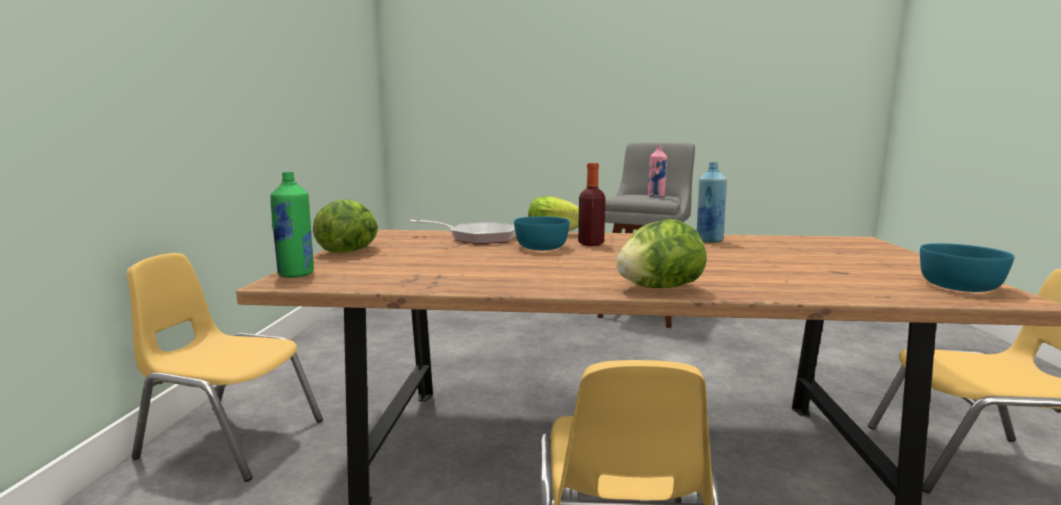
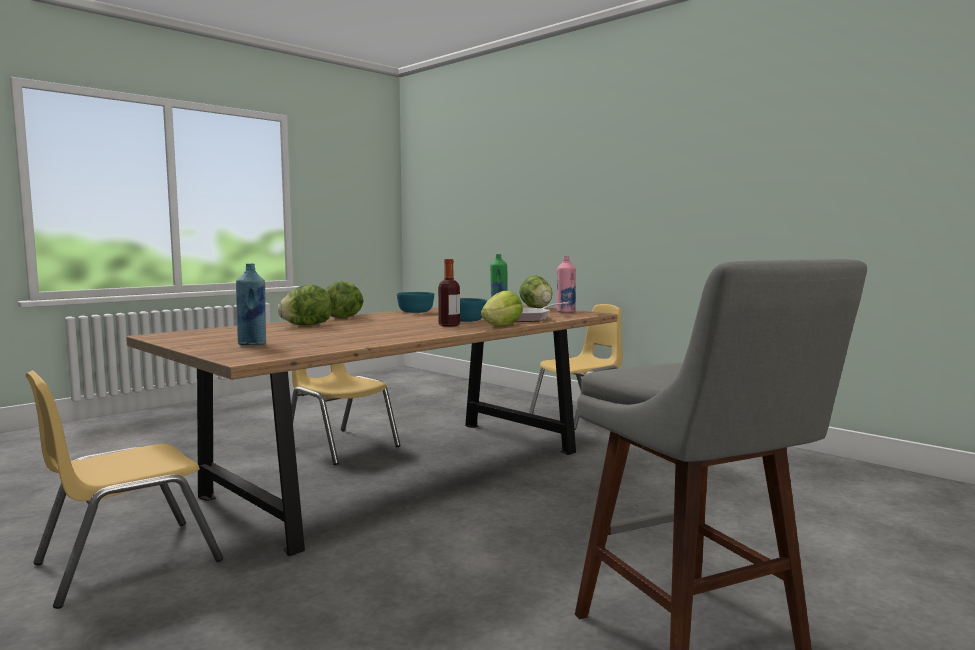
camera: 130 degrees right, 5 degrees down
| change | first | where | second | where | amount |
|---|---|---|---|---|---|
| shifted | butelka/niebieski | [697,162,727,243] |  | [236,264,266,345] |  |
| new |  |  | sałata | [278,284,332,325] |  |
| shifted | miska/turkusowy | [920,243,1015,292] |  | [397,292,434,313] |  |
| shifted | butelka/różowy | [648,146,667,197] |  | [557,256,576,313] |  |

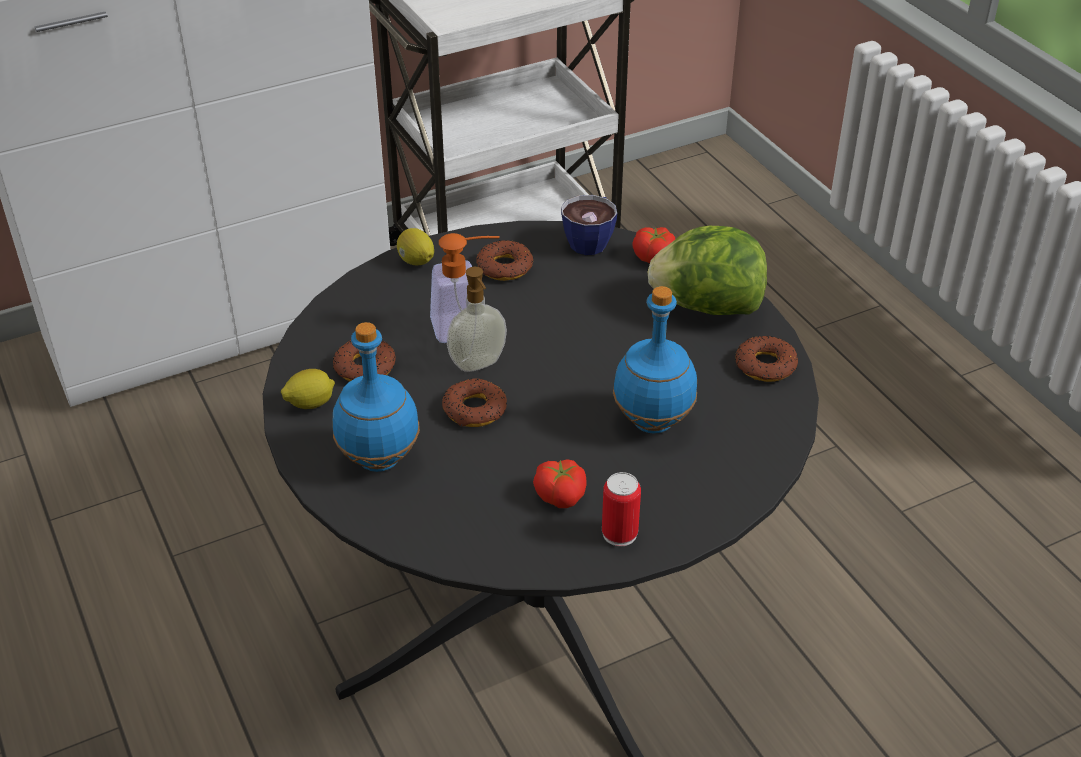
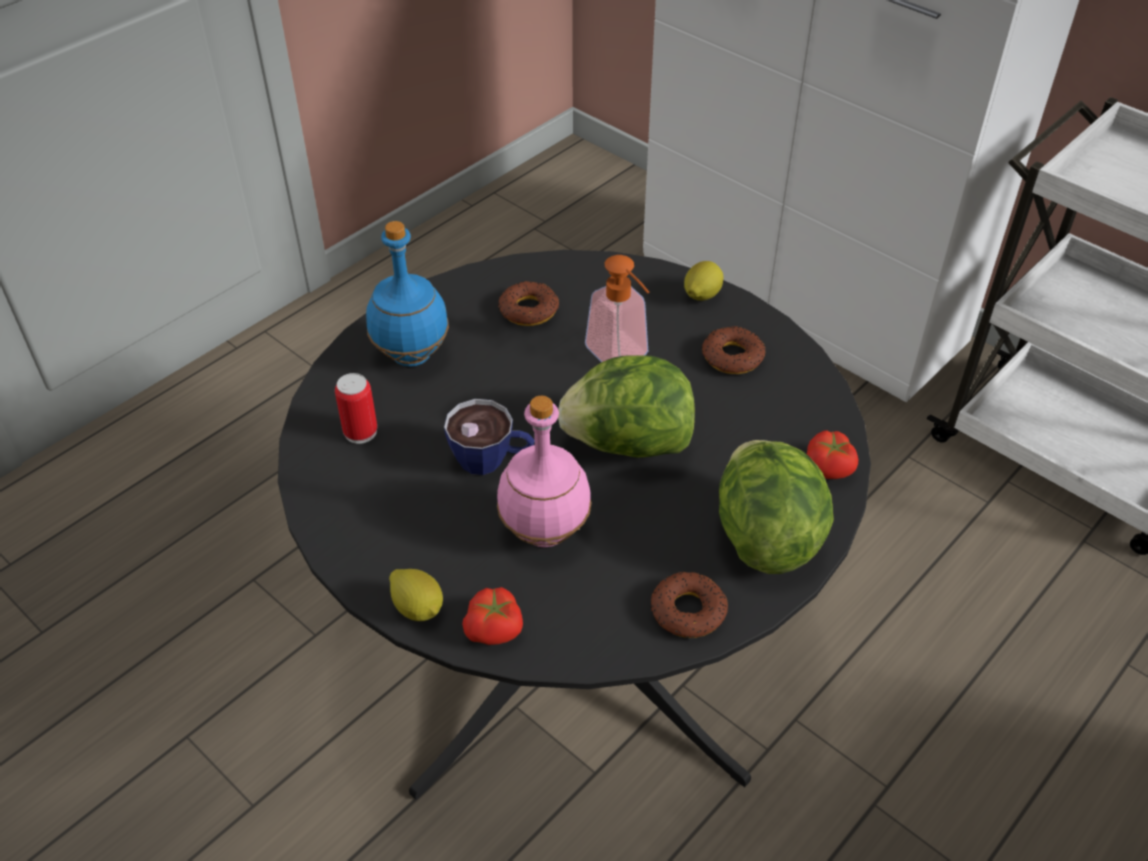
camera: 70 degrees right, 5 degrees up
| change | first | where | second | where | amount |
|---|---|---|---|---|---|
| shifted | puszka | [602,472,641,546] |  | [335,373,377,444] |  |
| shifted | cytryna | [281,369,335,409] |  | [389,569,443,621] |  |
| shifted | filiżanka | [561,195,617,255] |  | [444,399,535,475] |  |
| shifted | pomidor | [533,459,587,508] |  | [462,587,523,645] |  |
| repainted | butelka/niebieski | [613,286,697,434] | butelka/różowy | [497,396,591,548] |  |
| new |  |  | sałata | [558,355,695,458] |  |
| gone | donut | [442,378,507,427] |  |  |  |
| gone | dozownik mydła | [447,267,507,372] |  |  |  |

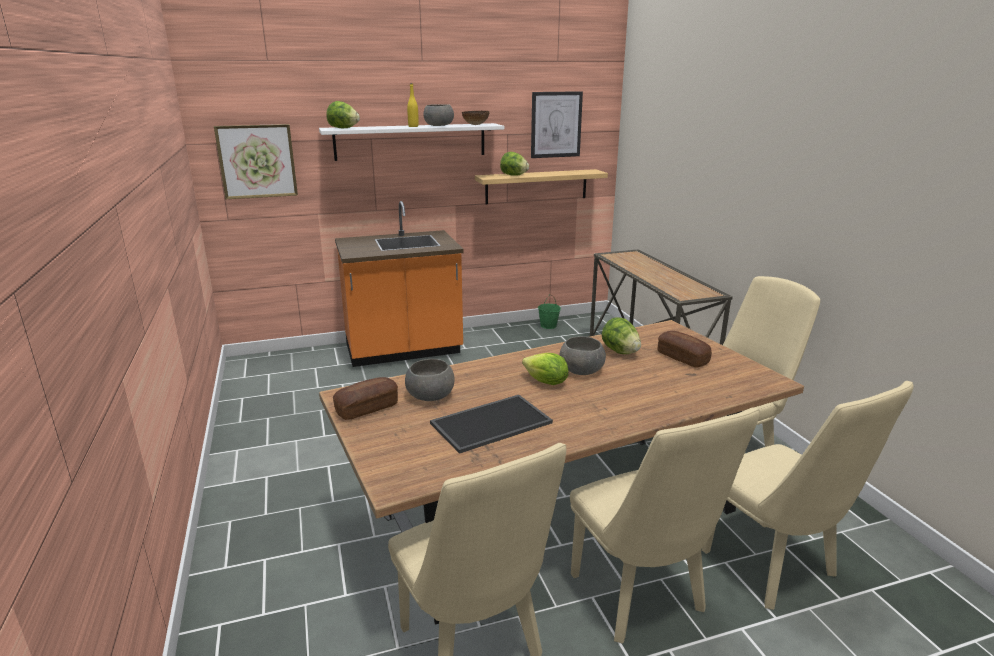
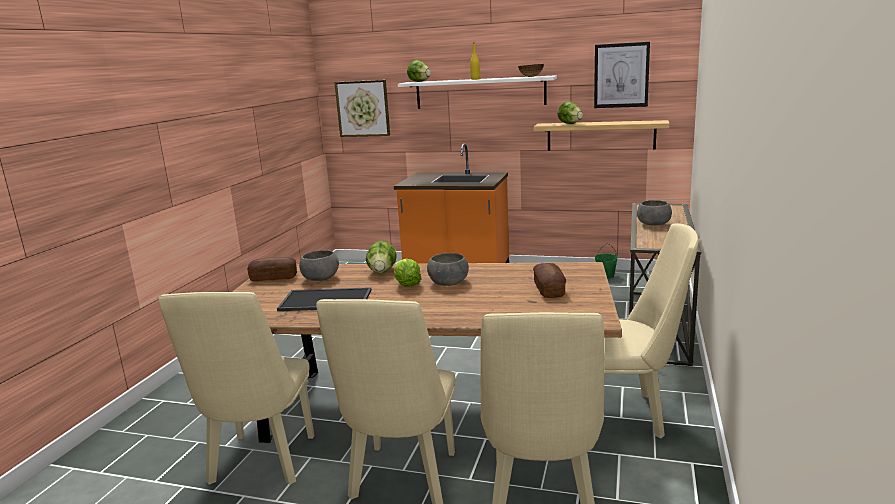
camera: 35 degrees right, 5 degrees down
| change | first | where | second | where | amount |
|---|---|---|---|---|---|
| shifted | sałata | [602,318,641,354] |  | [366,241,397,274] |  |
| shifted | miska/szary | [424,104,454,126] |  | [637,200,672,225] |  |

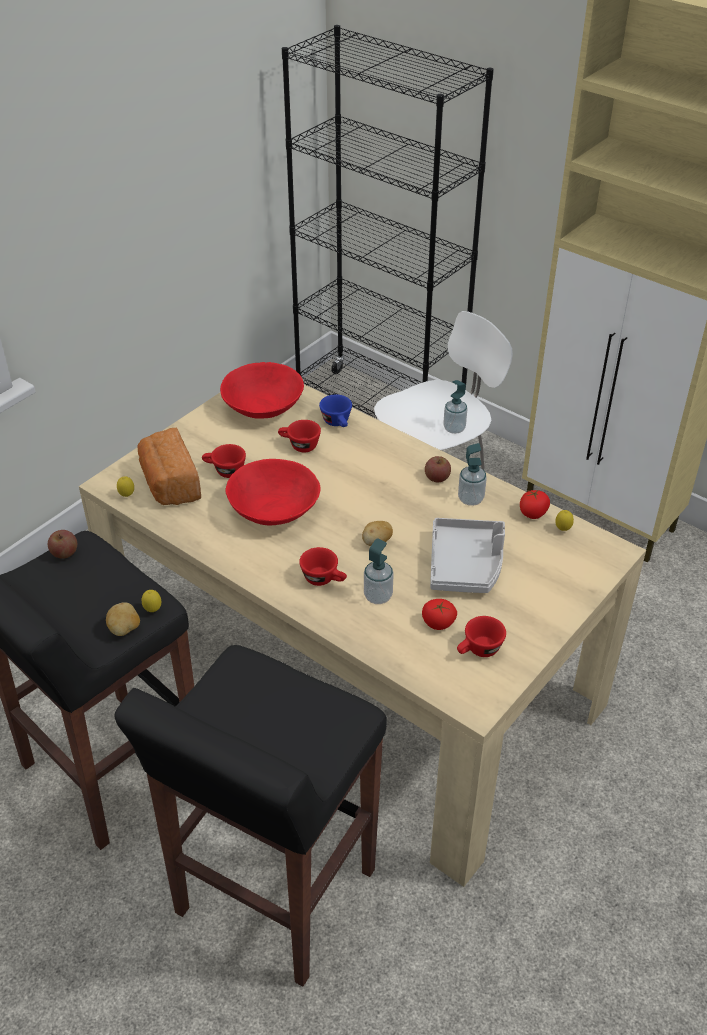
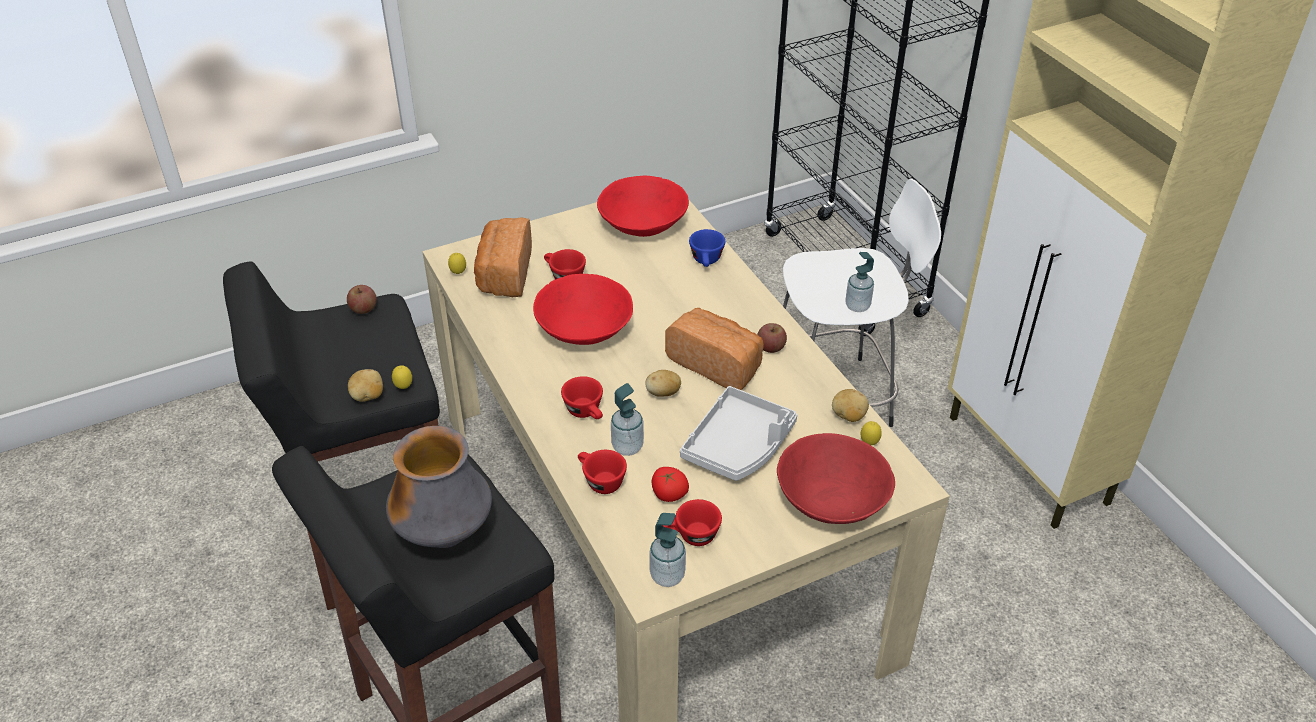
camera: 25 degrees right, 0 degrees up
| change | first | where | second | where | amount |
|---|---|---|---|---|---|
| new |  |  | wazon | [386,426,492,548] |  |
| shifted | filiżanka/czerwony | [278,420,321,452] |  | [578,450,627,494] |  |
| shifted | dozownik mydła | [458,443,487,506] |  | [649,513,686,587] |  |
| new |  |  | chleb | [665,308,764,390] |  |
| new |  |  | miska/czerwony | [777,433,895,524] |  |
| swapped | pomidor | [520,489,550,519] | ziemniak | [832,389,869,422] |  |

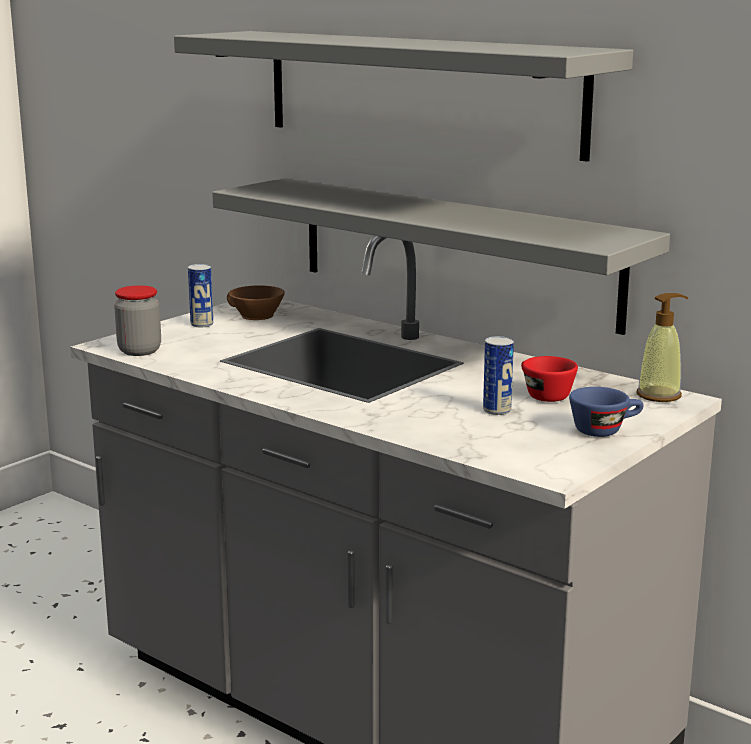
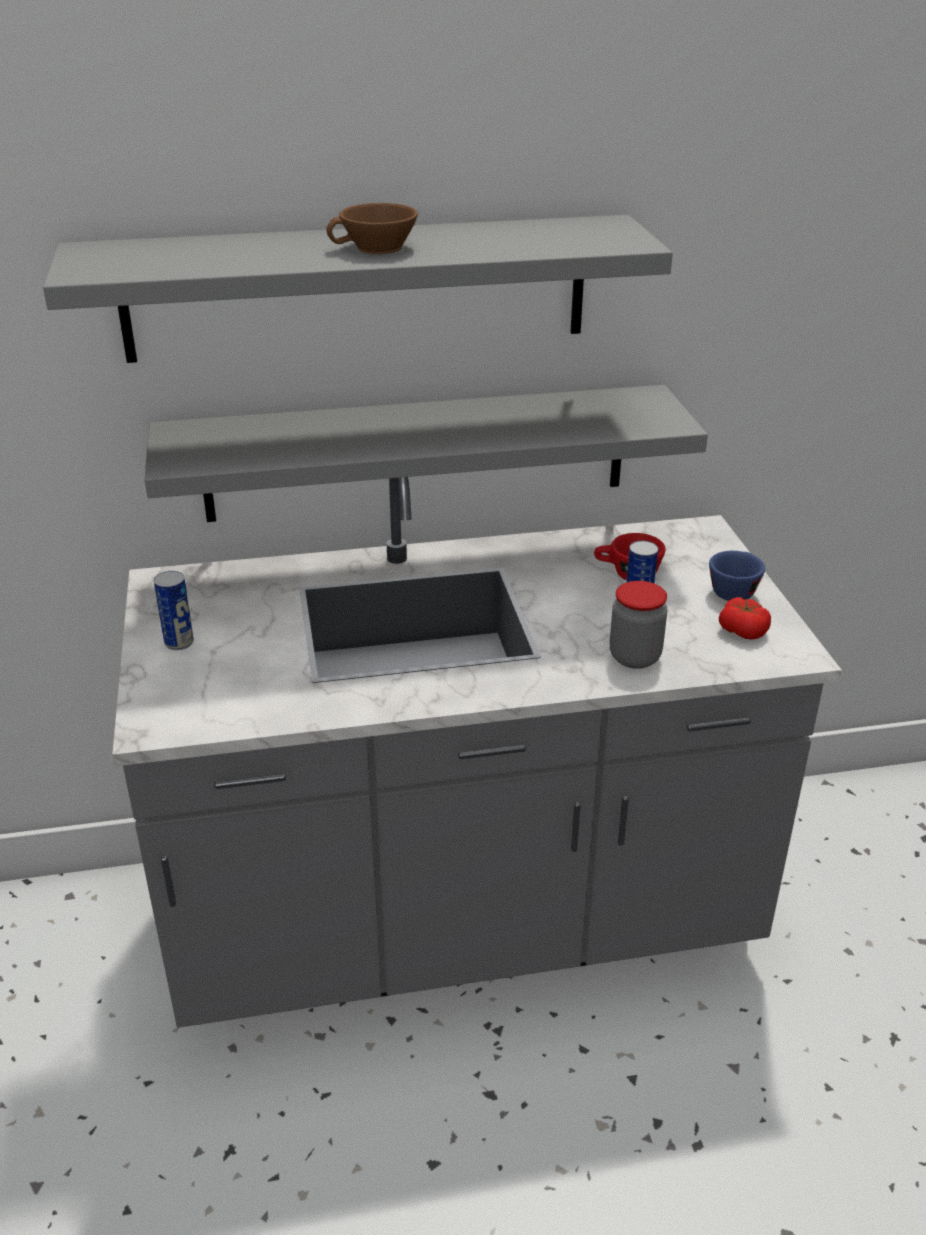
camera: 50 degrees left, 15 degrees up
| change | first | where | second | where | amount |
|---|---|---|---|---|---|
| shifted | filiżanka/brązowy | [227,285,285,320] |  | [326,203,418,254] |  |
| shifted | słoik | [114,285,161,356] |  | [610,581,667,669] |  |
| new |  |  | pomidor | [719,597,771,640] |  |
| gone | dozownik mydła | [637,293,688,402] |  |  |  |

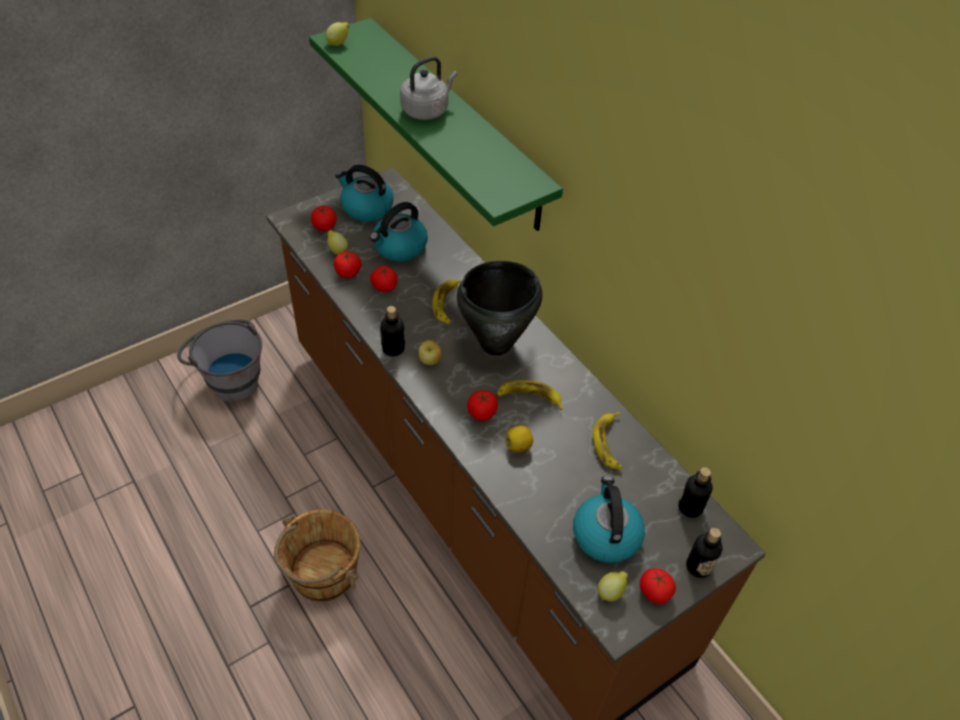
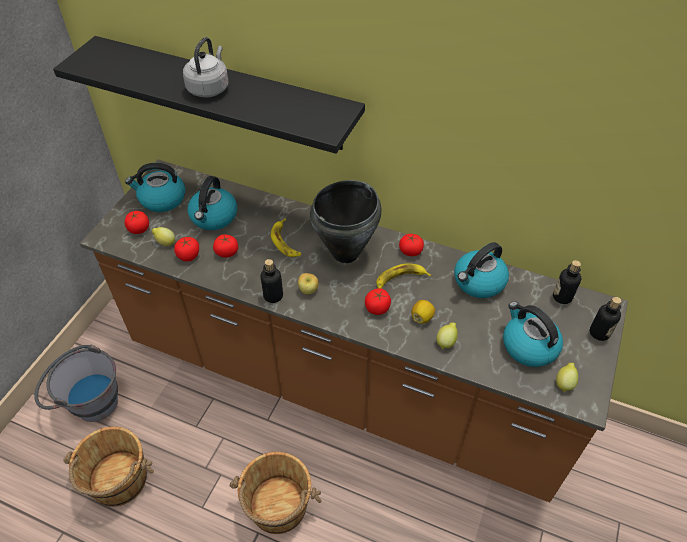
camera: 30 degrees left, 0 degrees up
| change | first | where | second | where | amount |
|---|---|---|---|---|---|
| repainted | półka/zielony | [309,18,563,231] | półka/czarny | [53,36,365,154] |  |
| new |  |  | wiadro/brązowy | [63,426,154,507] |  |
| shifted | pomidor | [640,568,676,604] |  | [399,234,424,256] |  |
| shifted | cytryna | [326,22,350,46] |  | [436,323,458,349] |  |
| swapped | banan | [593,412,622,470] | czajnik | [454,242,509,298] |  |

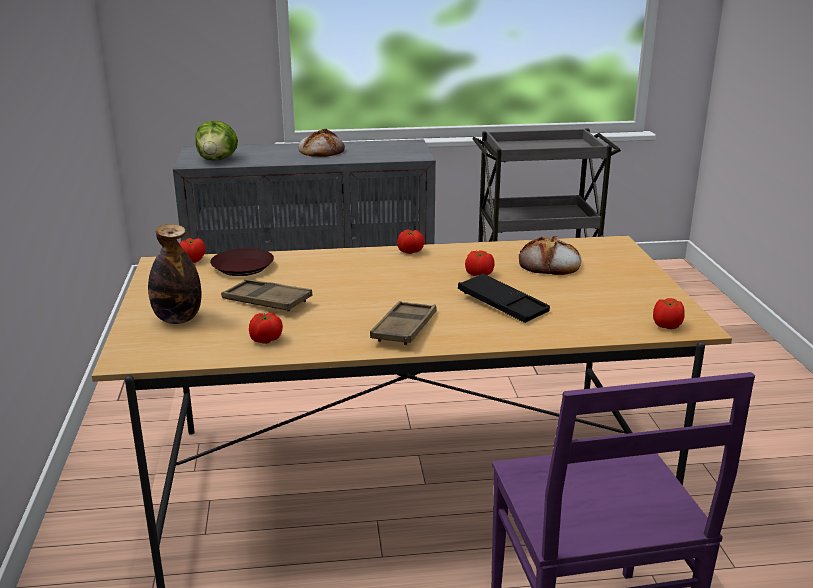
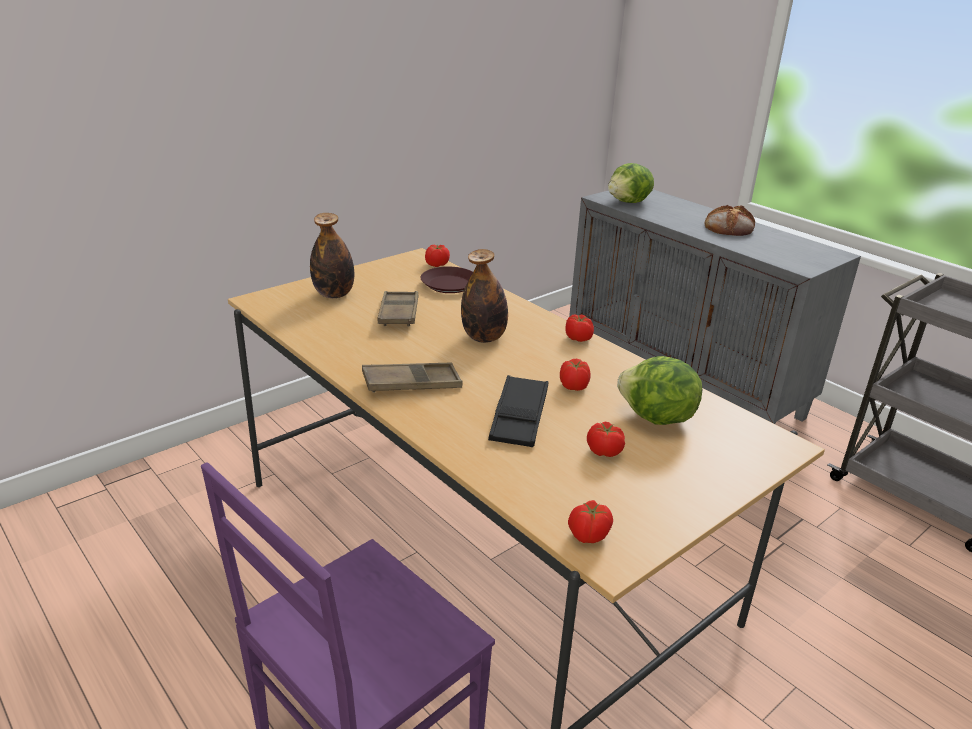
camera: 55 degrees right, 5 degrees up
| change | first | where | second | where | amount |
|---|---|---|---|---|---|
| new |  |  | butelka | [461,249,508,343] |  |
| shifted | pomidor | [249,313,283,344] |  | [587,421,625,457] |  |
| swapped | chleb | [519,236,581,275] | sałata | [617,356,702,425] |  |

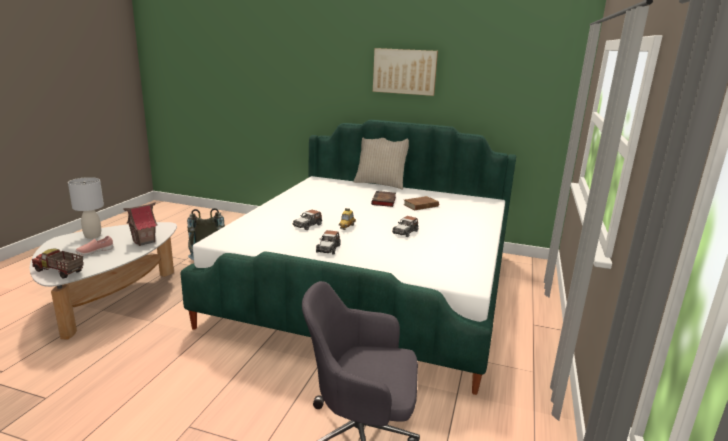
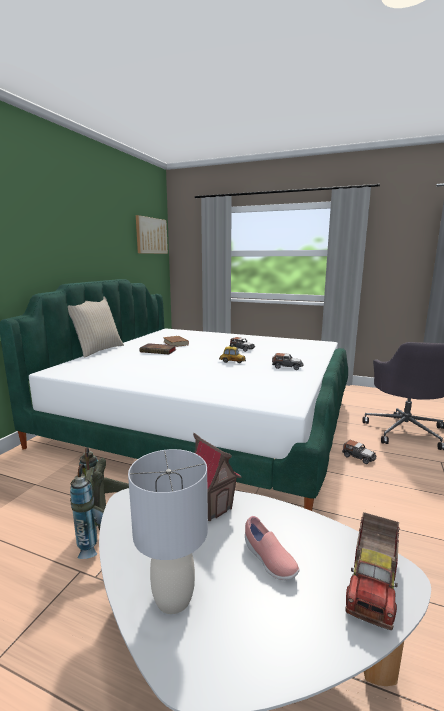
camera: 85 degrees left, 5 degrees down
| change | first | where | second | where | amount |
|---|---|---|---|---|---|
| shifted | obraz | [373,48,438,96] |  | [136,215,168,254] |  |
| shifted | samochodzik | [293,210,322,230] |  | [342,440,376,464] |  |

